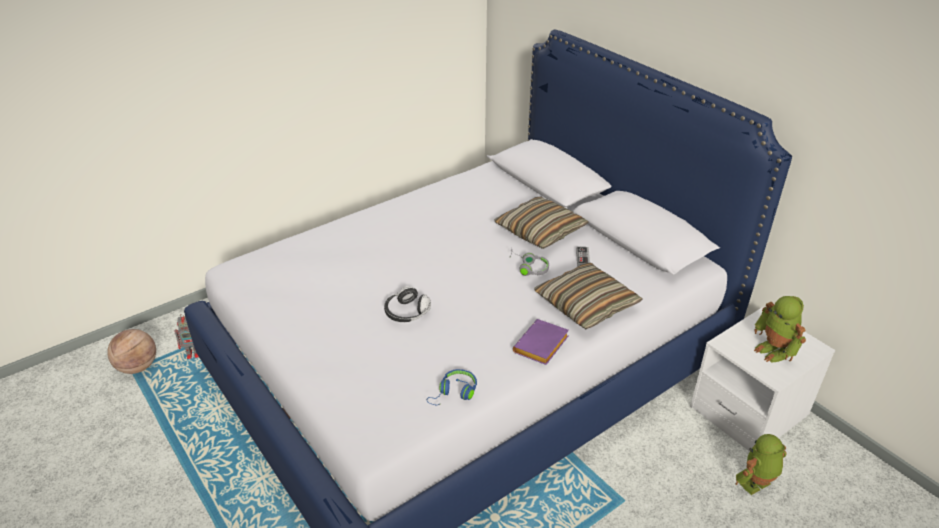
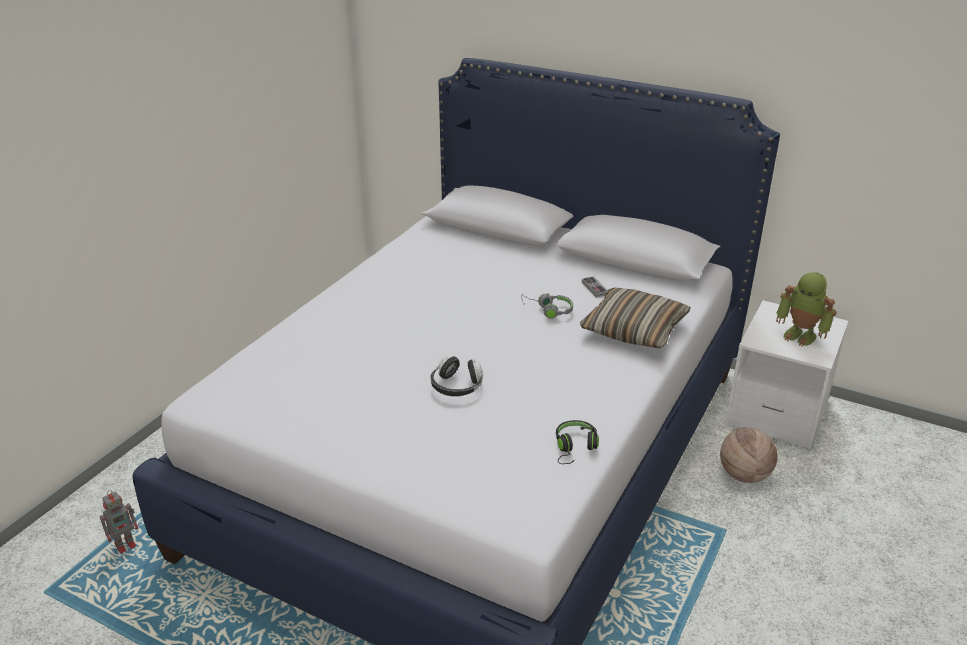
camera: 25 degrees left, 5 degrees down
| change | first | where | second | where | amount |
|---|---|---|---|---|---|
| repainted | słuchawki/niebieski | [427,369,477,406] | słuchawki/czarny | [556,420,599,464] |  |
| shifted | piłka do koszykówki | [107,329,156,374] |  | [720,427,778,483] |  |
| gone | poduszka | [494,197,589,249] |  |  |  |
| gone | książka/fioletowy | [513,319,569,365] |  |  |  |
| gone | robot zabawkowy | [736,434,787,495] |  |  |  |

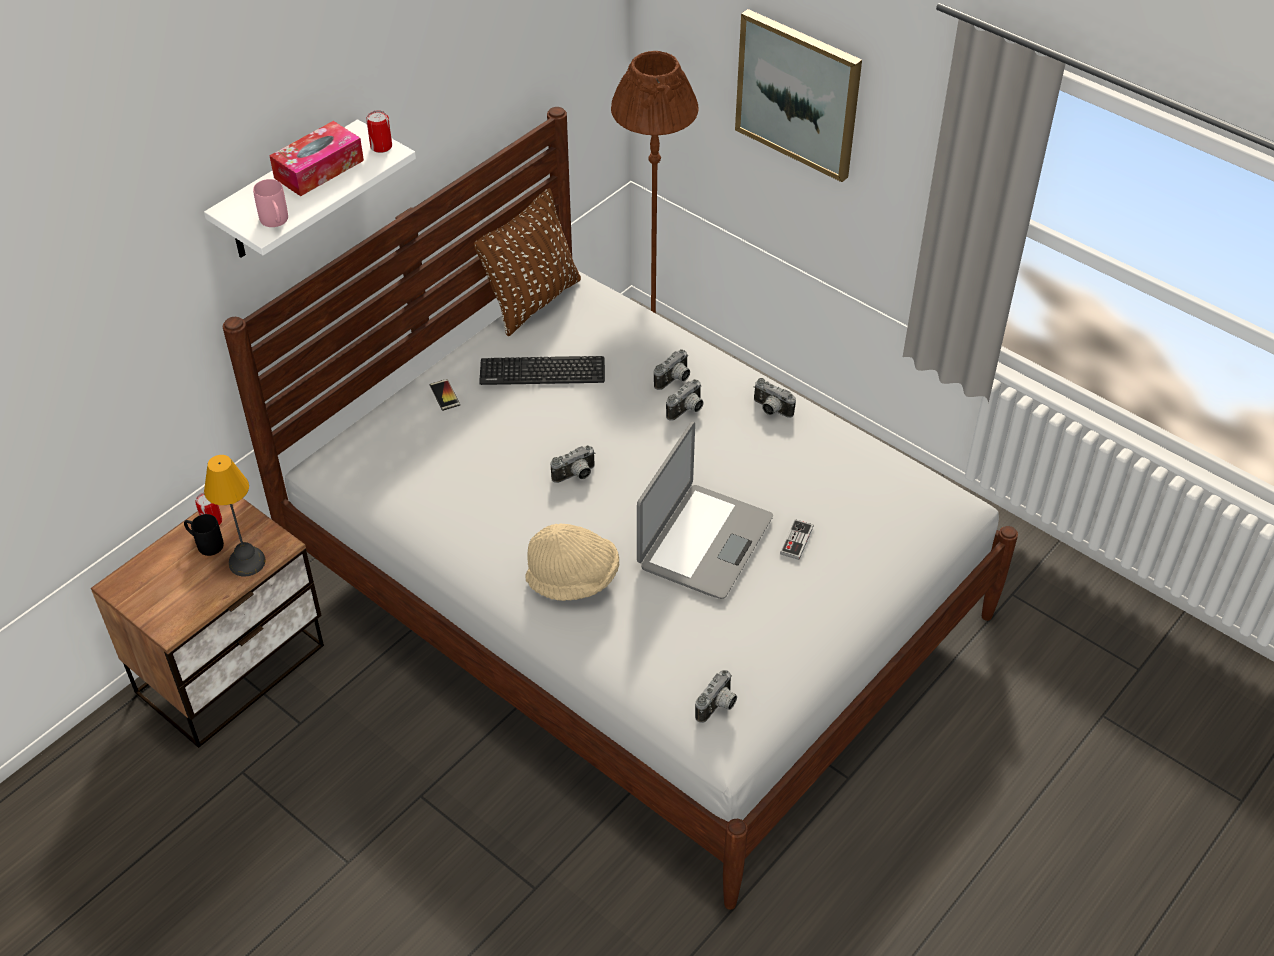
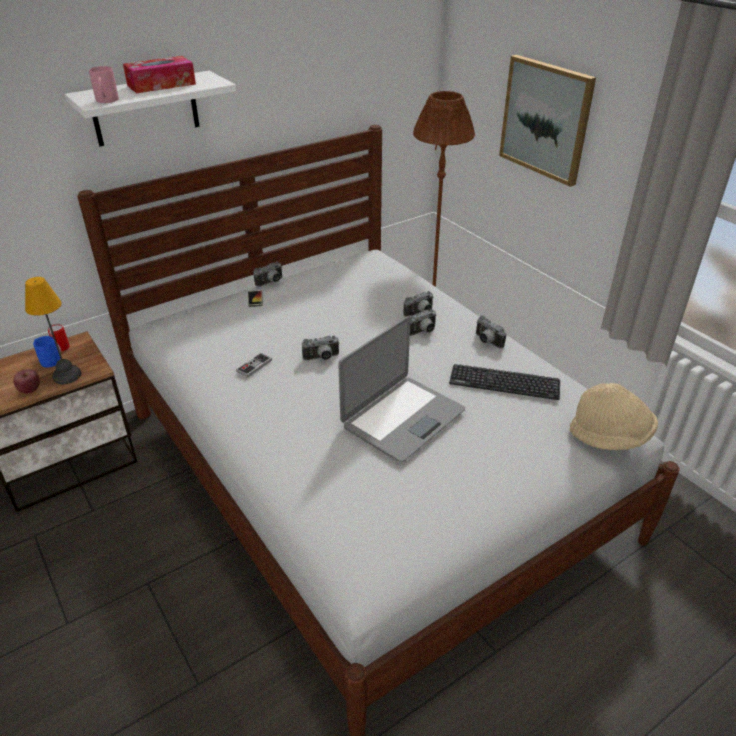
camera: 15 degrees right, 10 degrees down
| change | first | where | second | where | amount |
|---|---|---|---|---|---|
| new |  |  | jabłko | [13,369,40,394] |  |
| repainted | kubek/czarny | [184,514,224,556] | kubek/niebieski | [33,336,60,368] |  |
| shifted | pad do gier | [780,519,814,560] |  | [236,353,272,378] |  |
| shifted | aparat fotograficzny | [695,670,737,723] |  | [253,262,282,287] |  |
| shifted | klawiatura | [479,356,605,385] |  | [449,364,560,400] |  |
| shifted | kapelusz/beżowy | [525,524,619,601] |  | [570,383,658,450] |  |
| gone | puszka | [366,111,392,153] |  |  |  |
| gone | poduszka/brązowy | [474,188,581,336] |  |  |  |

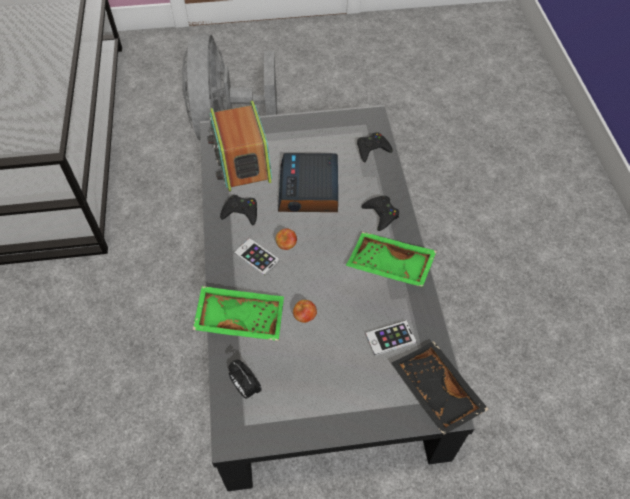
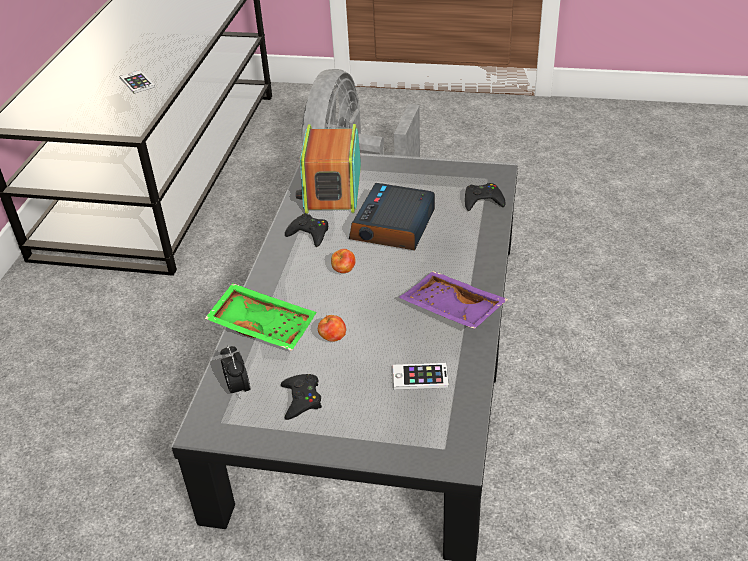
camera: 20 degrees right, 15 degrees down
| change | first | where | second | where | amount |
|---|---|---|---|---|---|
| shifted | telefon | [234,238,280,276] |  | [119,70,155,94] |  |
| shifted | pad do gier/czarny | [362,196,399,231] |  | [281,374,322,420] |  |
| repainted | taca/zielony | [346,232,437,287] | taca/fioletowy | [399,271,508,329] |  |
| gone | taca/czarny | [391,341,489,435] |  |  |  |

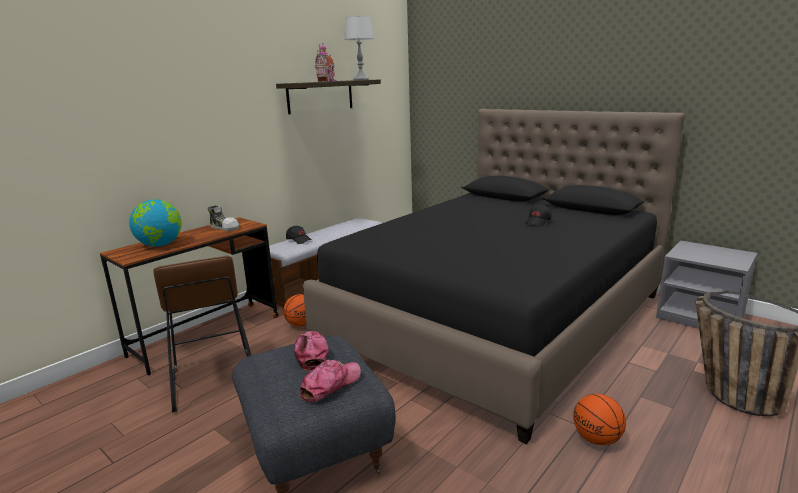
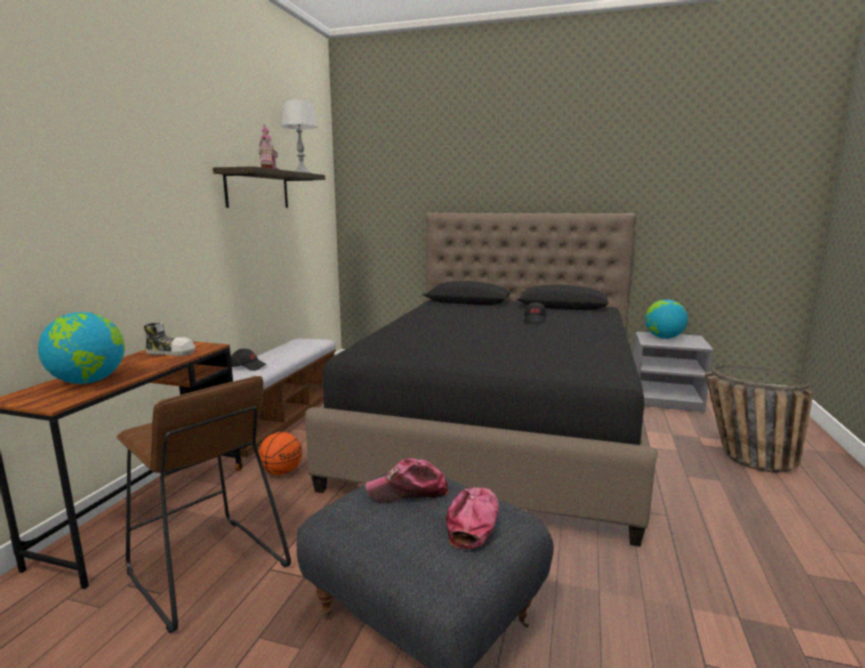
camera: 25 degrees left, 5 degrees down
| change | first | where | second | where | amount |
|---|---|---|---|---|---|
| rotated | czapka z daszkiem | [294,331,329,371] |  | [365,458,449,503] | 60 degrees counterclockwise |
| new |  |  | globus | [645,300,688,339] |  |
| gone | piłka do koszykówki | [573,394,626,445] |  |  |  |

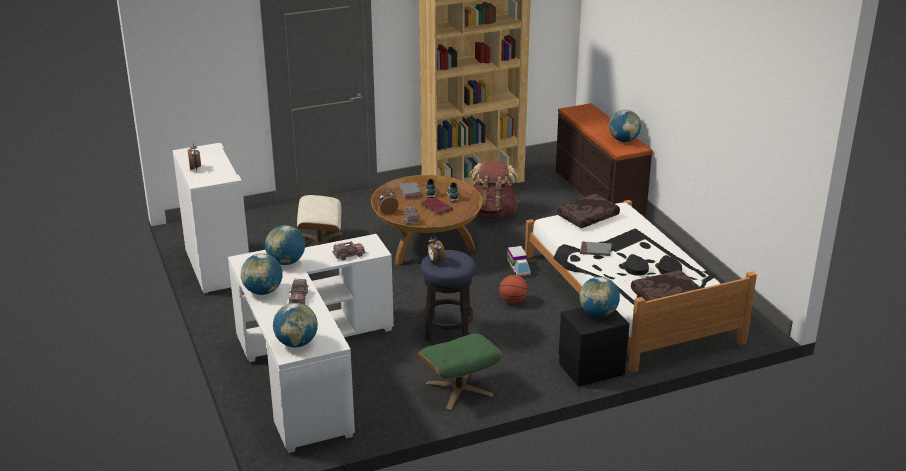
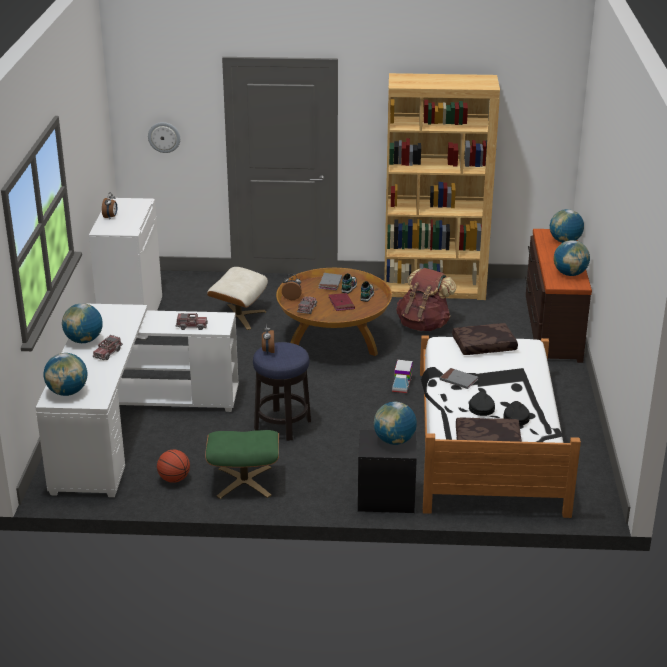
camera: 25 degrees right, 0 degrees up
| change | first | where | second | where | amount |
|---|---|---|---|---|---|
| new |  |  | zegar ścienny | [148,122,180,153] |  |
| shifted | piłka do koszykówki | [499,275,528,304] |  | [157,450,190,483] |  |
| shifted | globus | [265,225,305,265] |  | [550,209,584,243] |  |

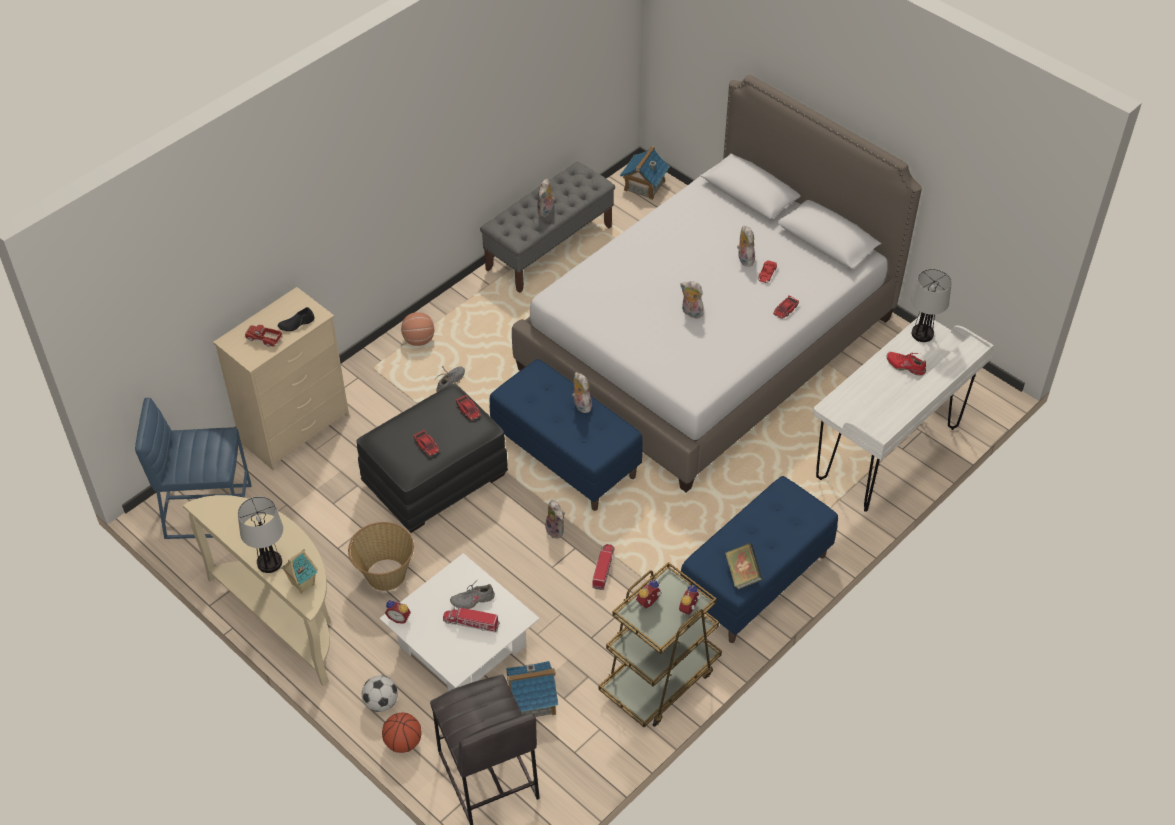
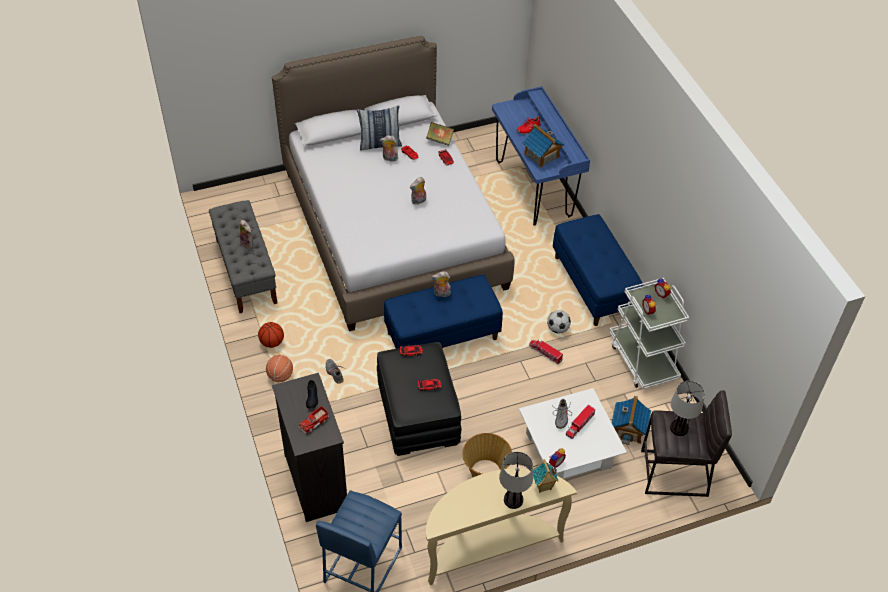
camera: 65 degrees left, 0 degrees up
| change | first | where | second | where | amount |
|---|---|---|---|---|---|
| shifted | piłka do koszykówki | [382,713,421,753] |  | [258,322,284,348] |  |
| repainted | komoda/beżowy | [213,287,349,470] | komoda/czarny | [272,373,347,522] |  |
| new |  |  | poduszka | [357,105,402,151] |  |
| shifted | książka | [725,543,763,589] |  | [426,122,454,146] |  |
| repainted | biurko/biały | [813,315,994,512] | biurko/niebieski | [492,86,590,226] |  |
| shifted | domek | [620,146,670,200] |  | [522,124,564,168] |  |
| shifted | piłka futbolowa | [362,675,398,712] |  | [547,310,571,333] |  |
| repainted | wózek/brązowy | [599,562,722,727] | wózek/biały | [609,278,689,389] |  |
| shifted | lampa stołowa | [911,269,952,342] |  | [670,381,705,436] |  |
| gone | pluszak | [545,500,565,539] |  |  |  |

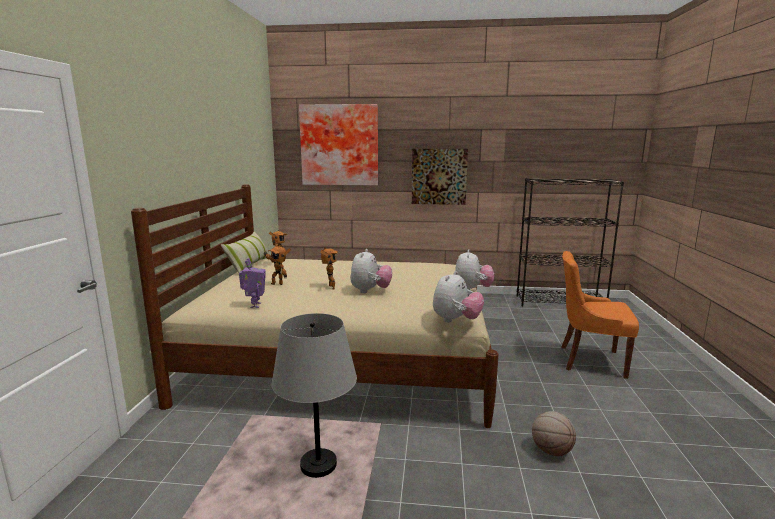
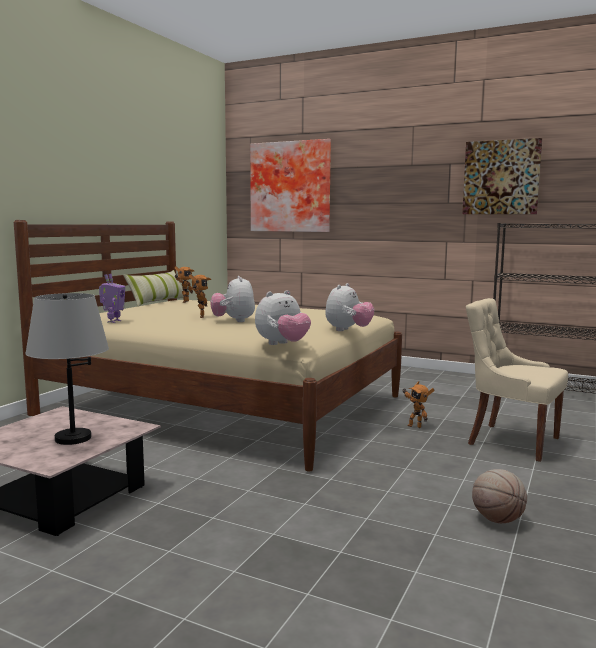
camera: 20 degrees right, 5 degrees down
| change | first | where | second | where | amount |
|---|---|---|---|---|---|
| rotated | pluszak | [350,249,392,293] |  | [211,276,255,322] | 135 degrees clockwise |
| shifted | robot zabawkowy | [264,244,291,285] |  | [402,381,435,428] |  |
| shifted | obraz | [412,149,468,205] |  | [462,138,542,214] |  |
| repainted | krzesło/pomarańczowy | [561,251,639,379] | krzesło/beżowy | [466,298,568,462] |  |
| shifted | piłka do koszykówki | [532,411,576,456] |  | [472,469,527,523] |  |

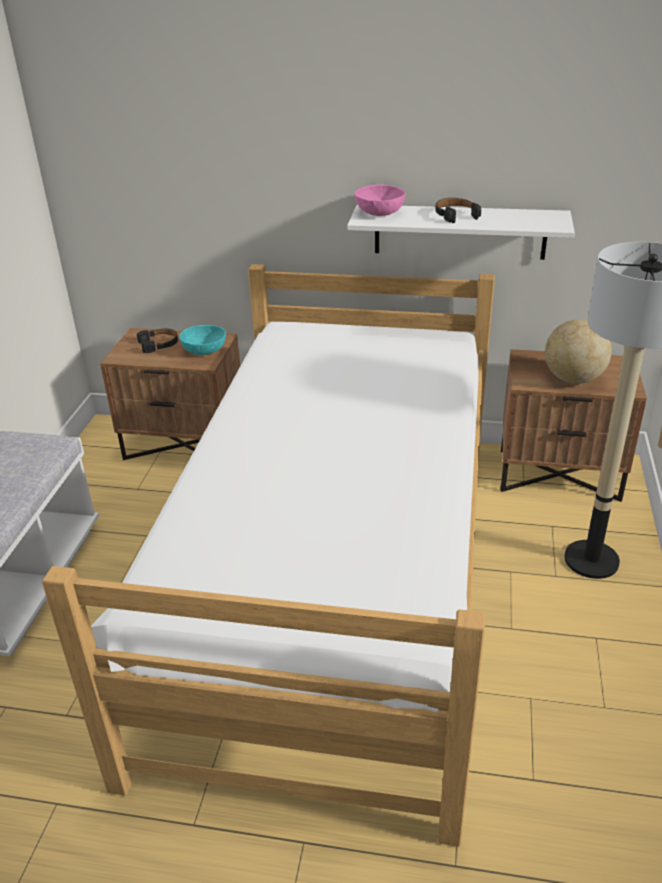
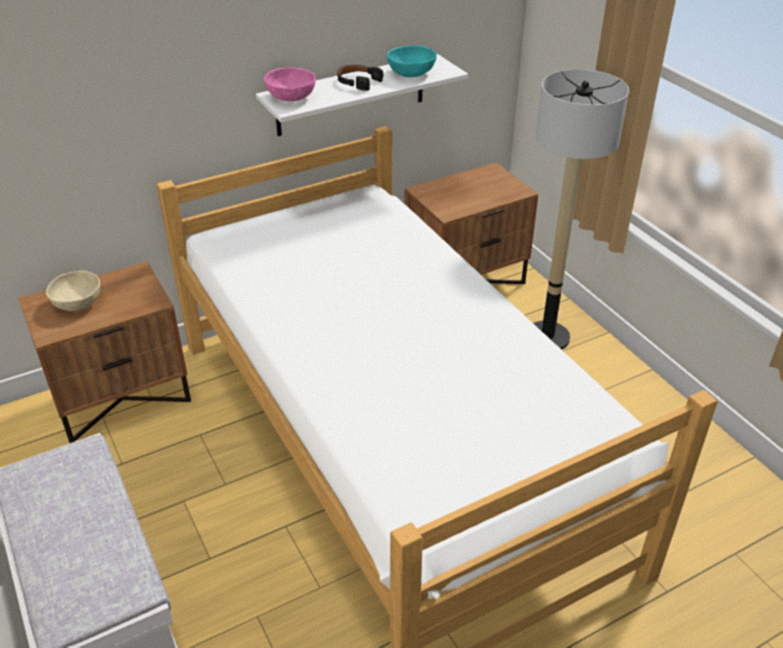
camera: 40 degrees left, 5 degrees up
| change | first | where | second | where | amount |
|---|---|---|---|---|---|
| swapped | słuchawki/czarny | [137,329,178,353] | miska/beżowy | [46,270,100,311] |  |
| shifted | miska/turkusowy | [179,325,226,355] |  | [387,46,437,77] |  |
| gone | globus | [545,319,612,384] |  |  |  |

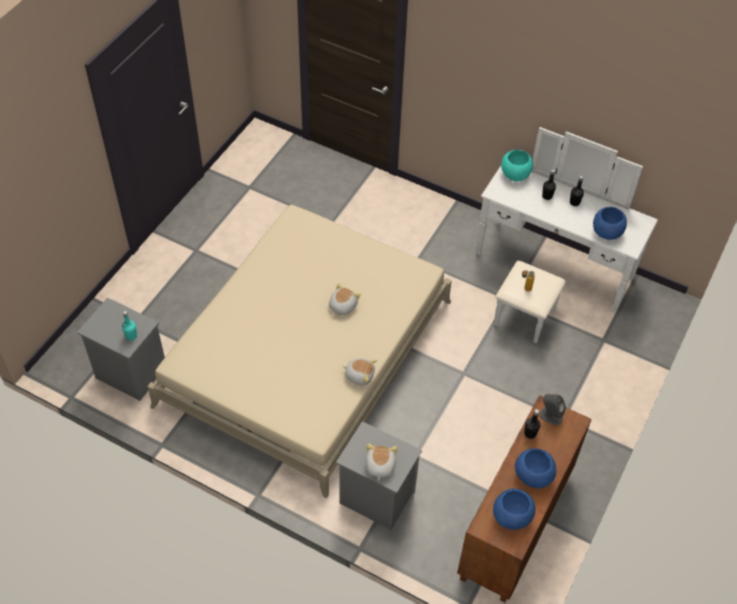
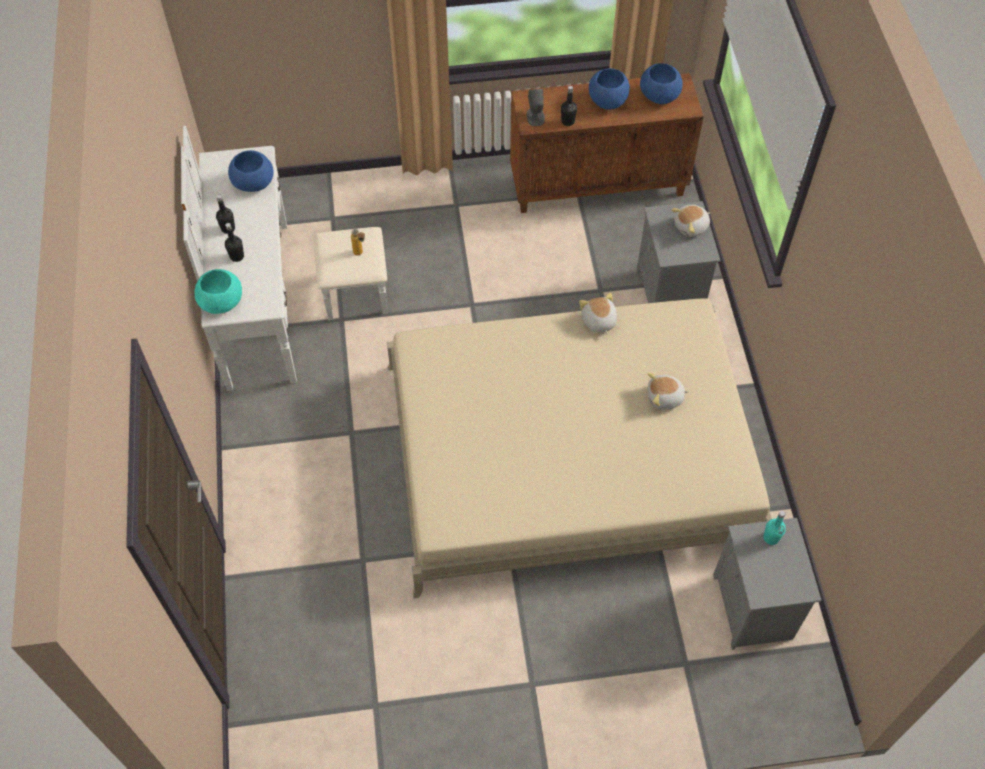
camera: 125 degrees left, 5 degrees up
| change | first | where | second | where | amount |
|---|---|---|---|---|---|
| shifted | pluszak | [329,283,361,315] |  | [648,373,690,410] |  |

